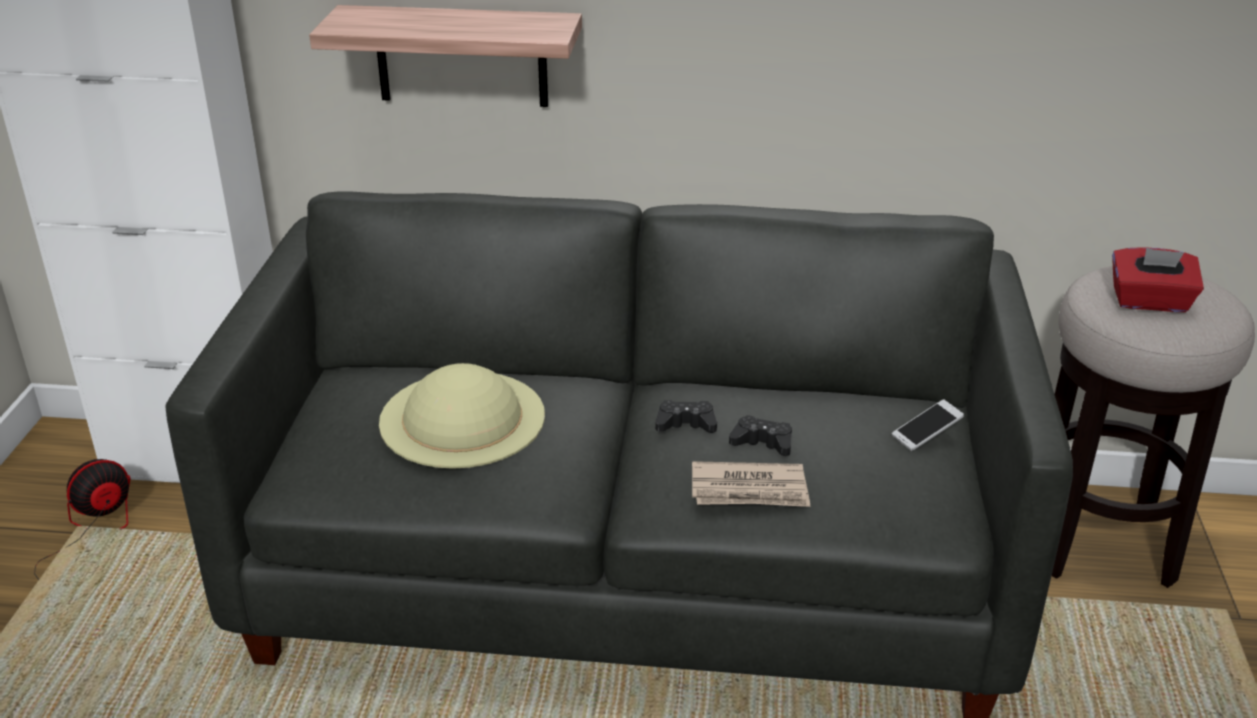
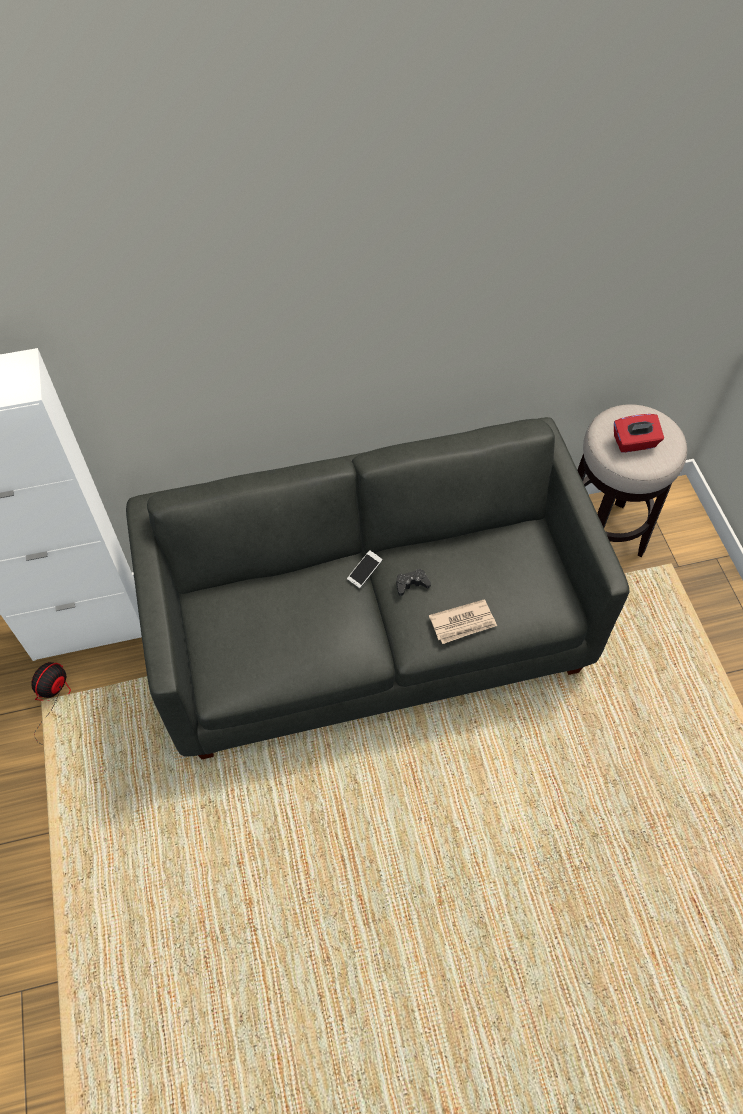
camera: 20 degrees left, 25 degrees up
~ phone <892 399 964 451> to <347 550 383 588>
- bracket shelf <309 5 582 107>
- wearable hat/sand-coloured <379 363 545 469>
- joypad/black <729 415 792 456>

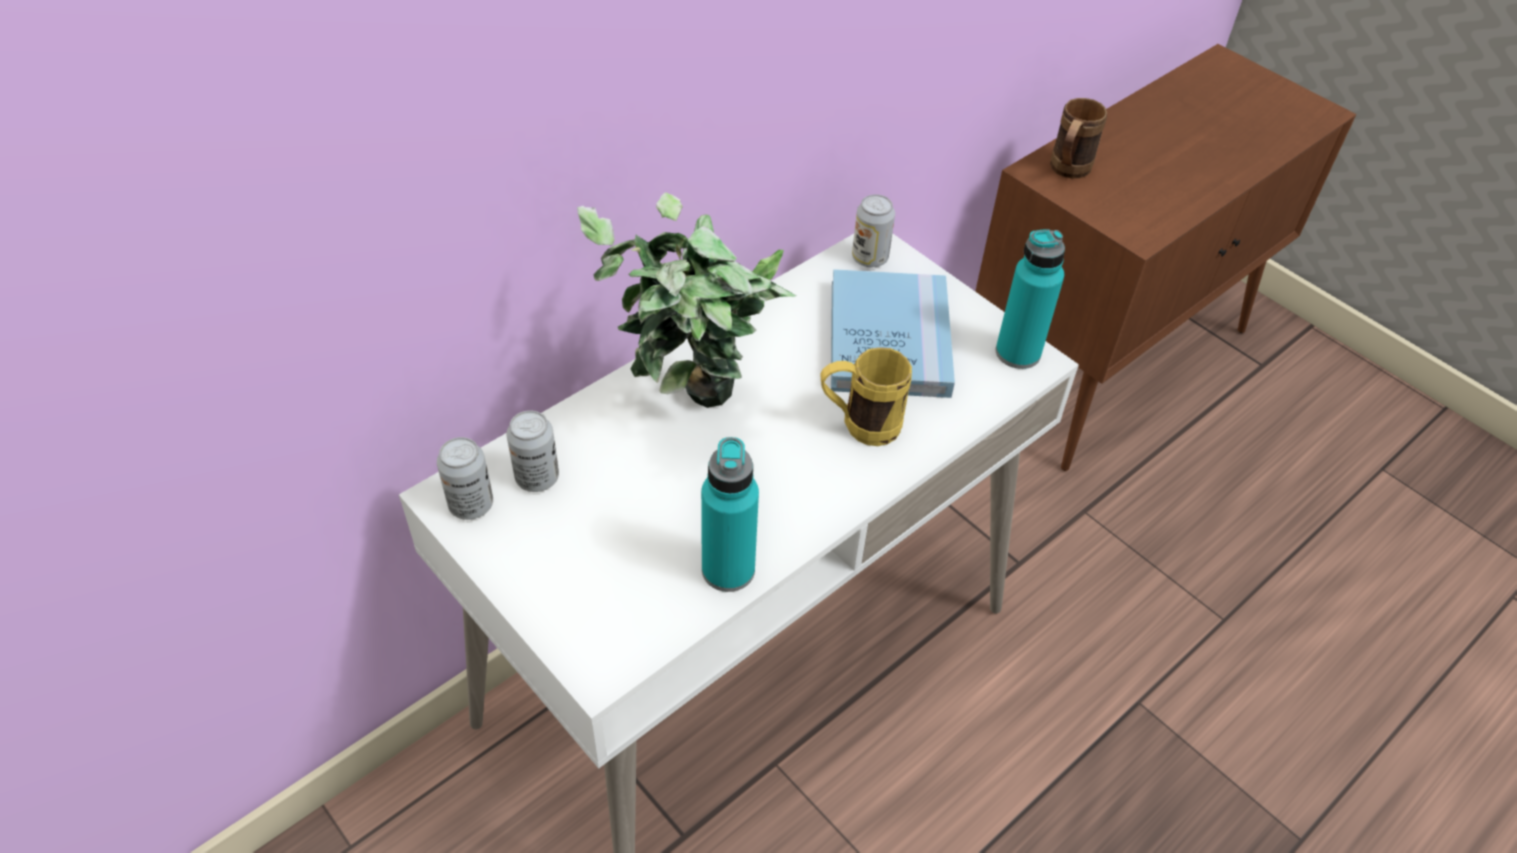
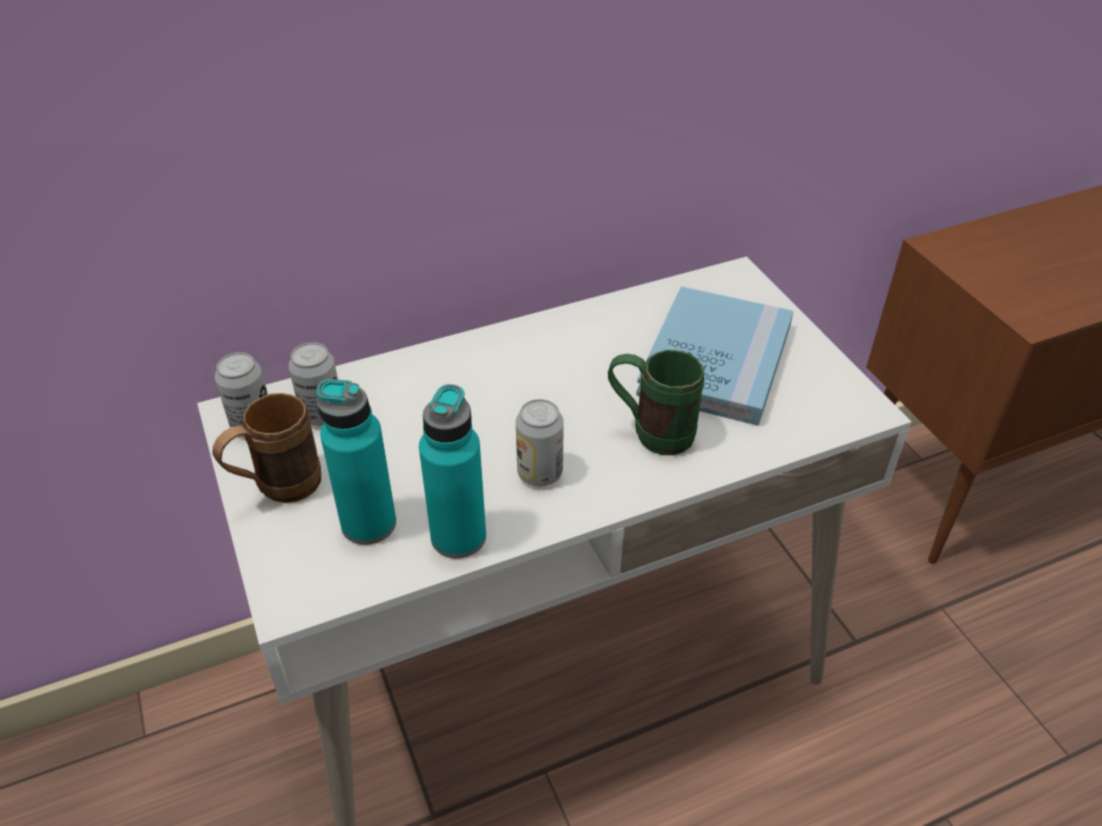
camera: 20 degrees right, 5 degrees down
~ tea mug/brown <1050 98 1107 178> to <213 393 321 503>
~ drink bottle/turquoise-coloured <996 229 1065 369> to <316 379 396 545>
~ sealed can <852 194 895 268> to <516 399 564 486>
~ tea mug/yellowish <820 347 912 446> to tea mug/green <608 350 705 455>
- plant in a pot <577 192 796 408>

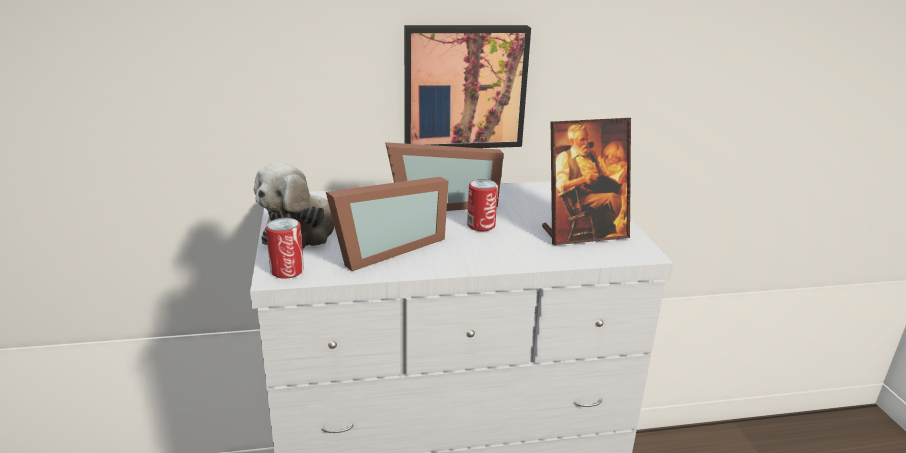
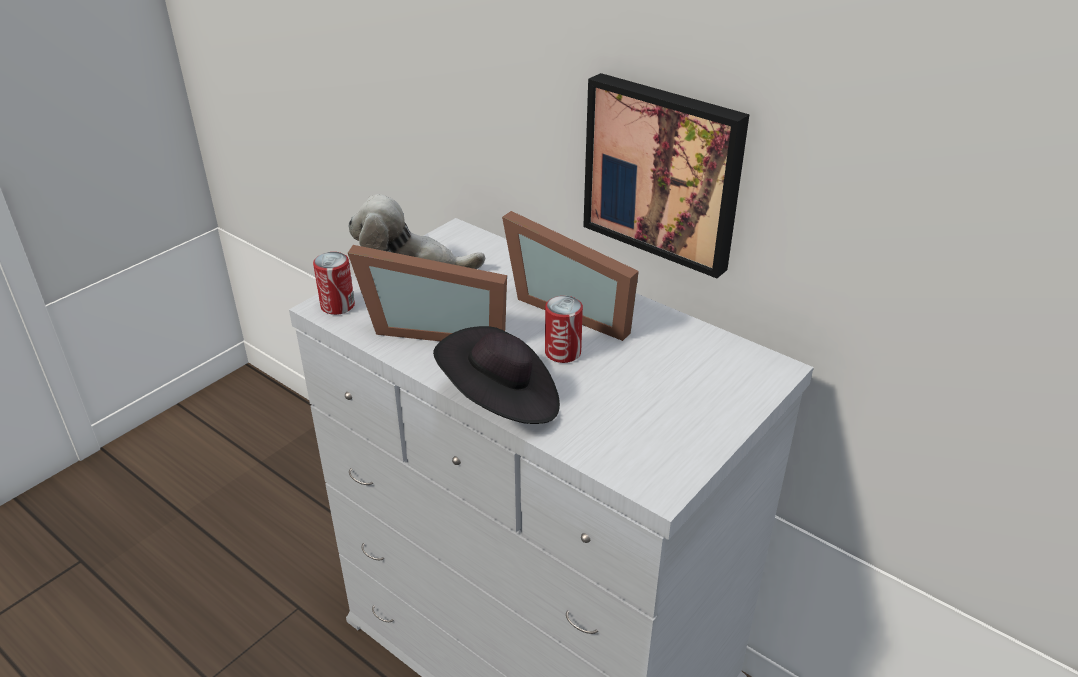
camera: 50 degrees right, 10 degrees up
+ wearable hat/black <433 326 560 424>
- standing frame <542 118 631 245>

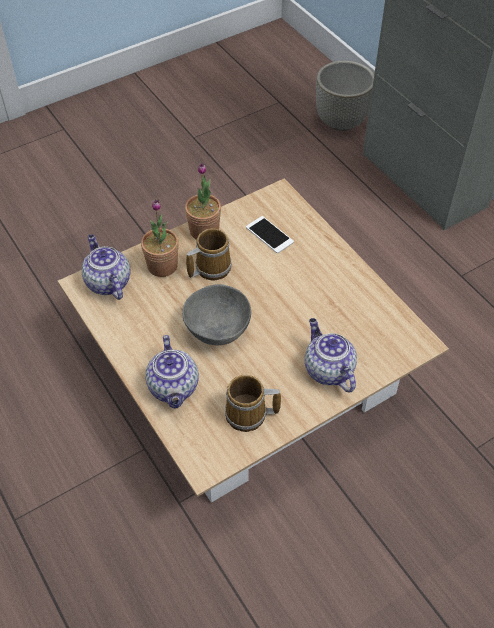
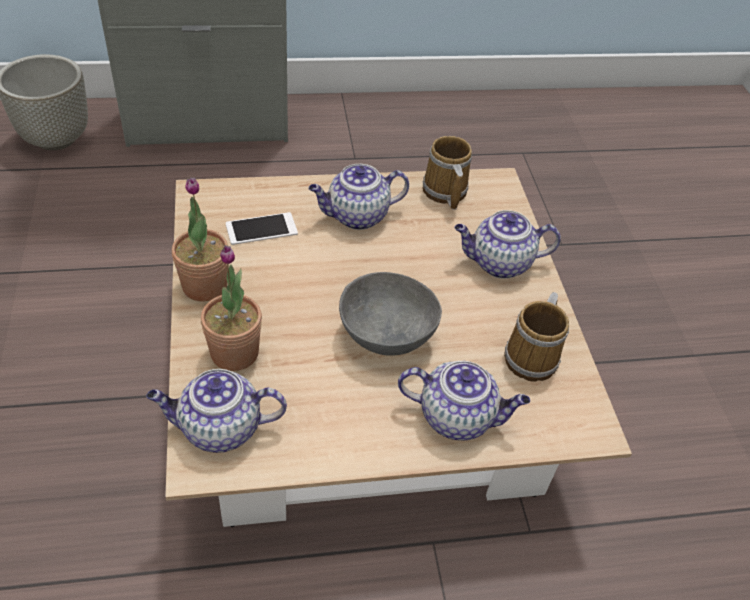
camera: 70 degrees left, 5 degrees down
+ tea pot <308 164 409 230>
~ tea mug <186 228 232 281> to <423 136 472 210>

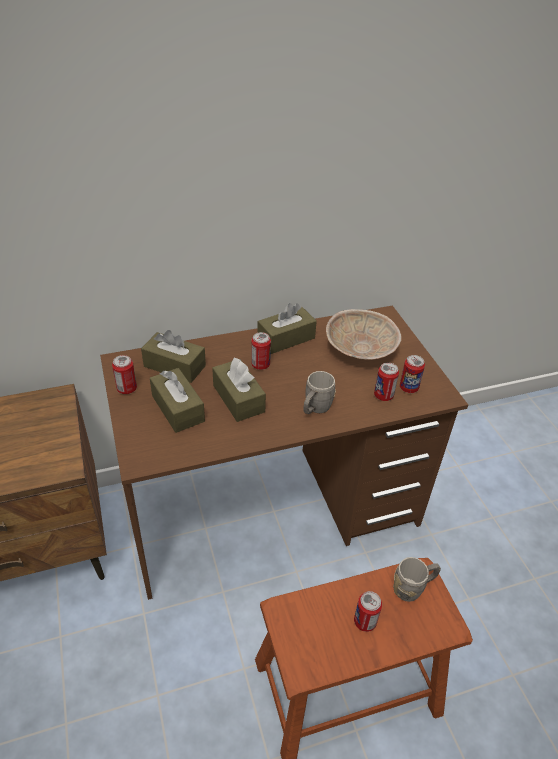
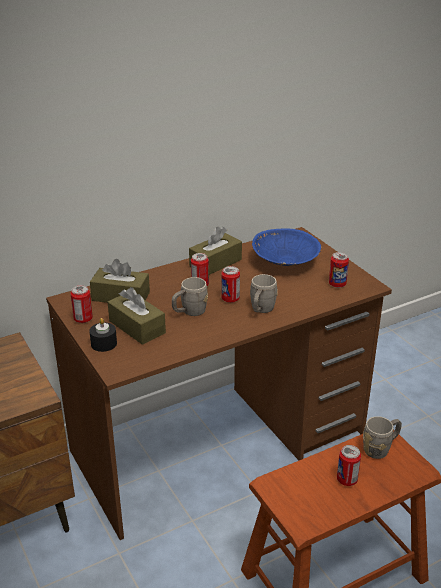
camera: 10 degrees left, 10 degrees down
+ wax candle/black <89 318 117 352>
~ box of tissues/brown <212 357 266 422> to tea mug/gray <172 277 208 316>
~ sealed can <374 363 399 401> to <221 266 240 303>
~ bowl/sand-coloured <326 309 402 360> to bowl/blue <252 228 321 266>

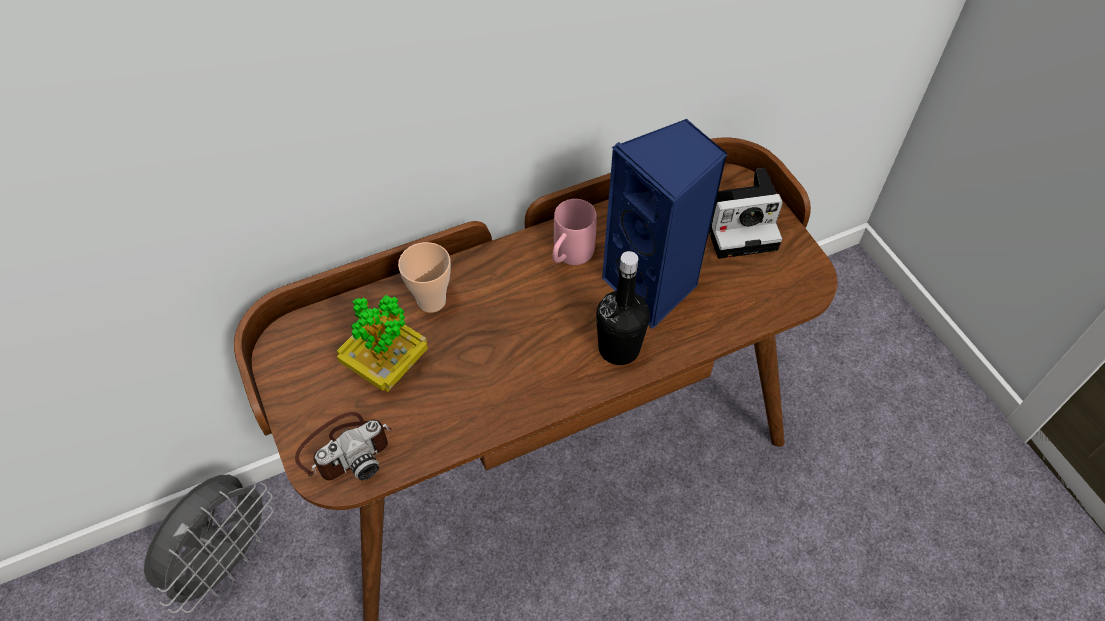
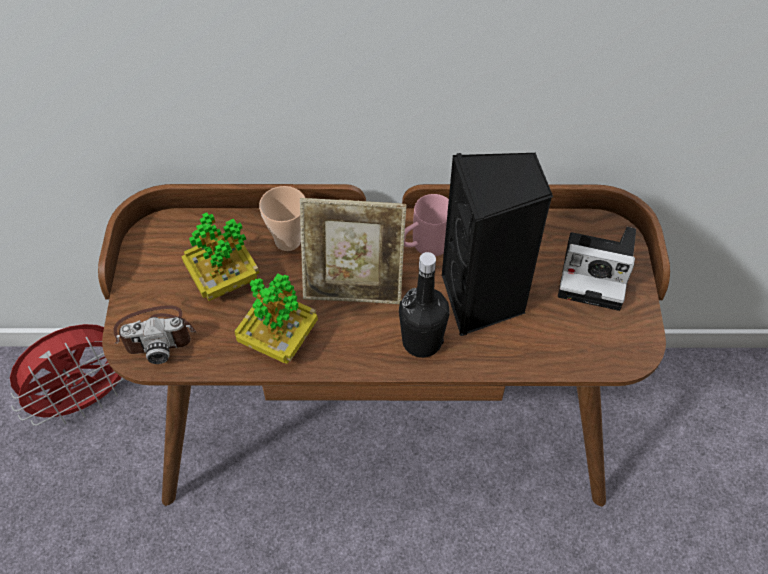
camera: 25 degrees right, 0 degrees up
~ electric fan/gray <144 475 273 613> to electric fan/reddish <10 324 124 426>
+ plant in a pot <234 274 318 364>
+ standing frame <300 198 407 304>
~ loudspeaker/blue <602 119 728 329> to loudspeaker/black <442 153 553 336>

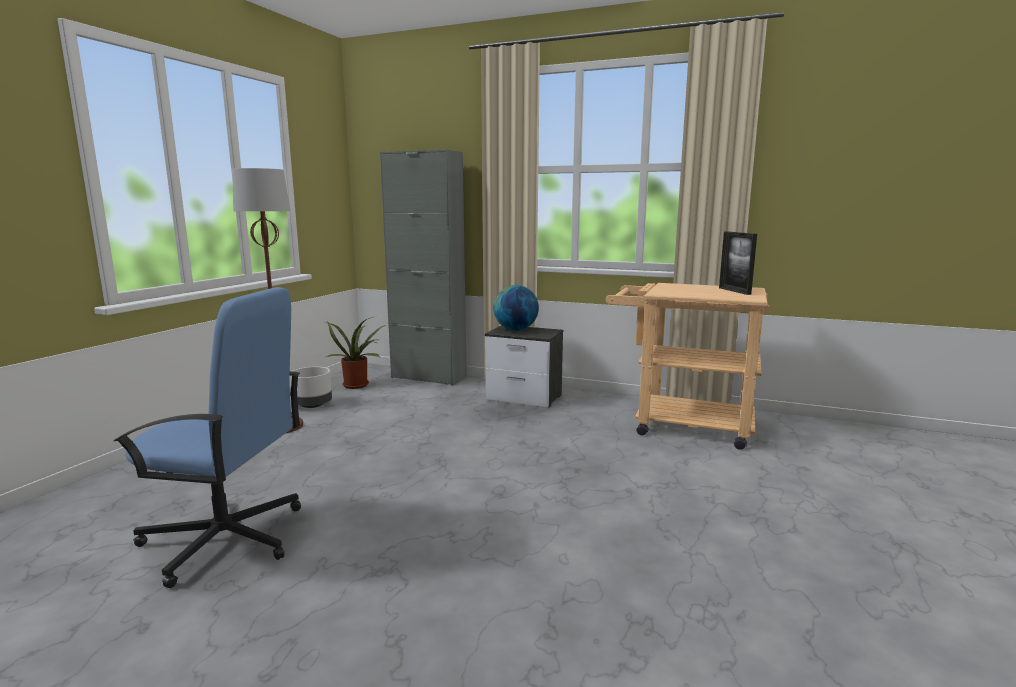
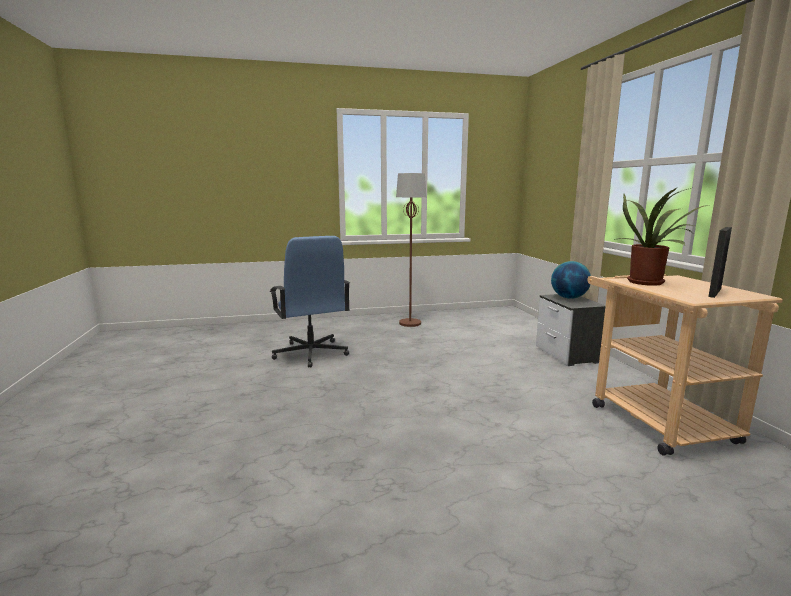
camera: 55 degrees right, 0 degrees up
~ plant in a pot <323 317 386 389> to <614 187 708 286>
- plant pot/gray <290 367 332 408>
- storage cabinet/gray <380 149 467 386>

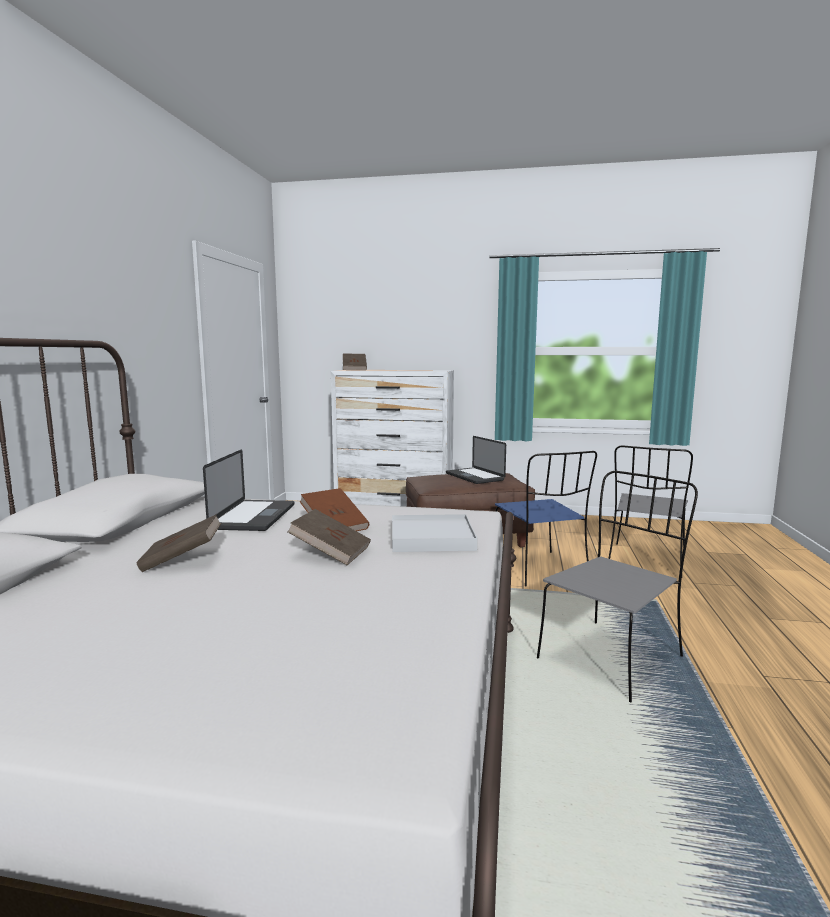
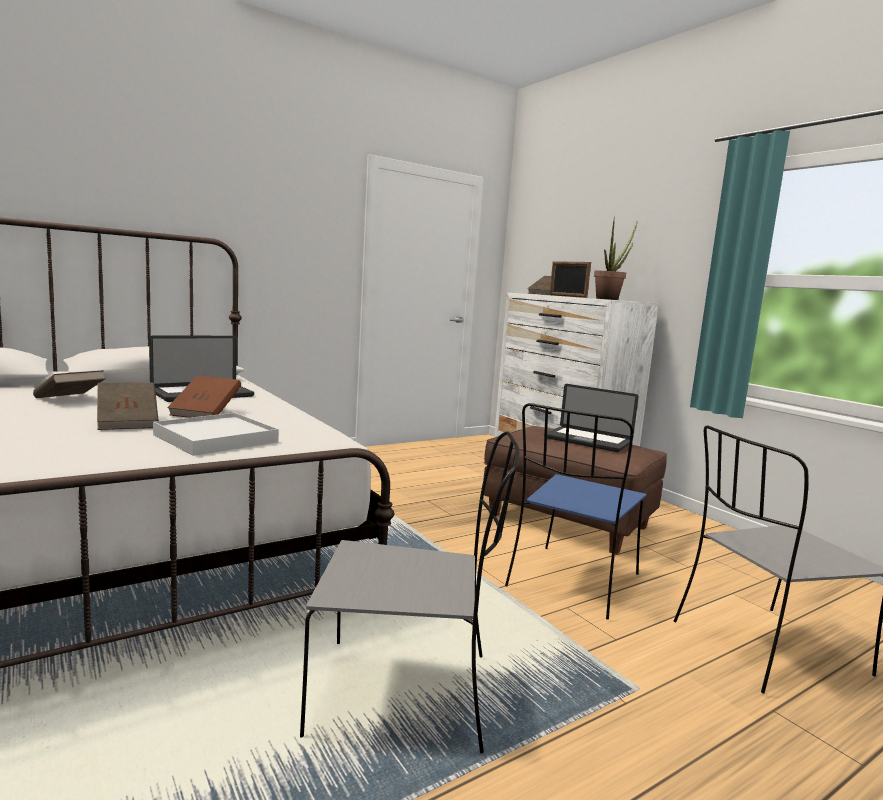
camera: 45 degrees right, 0 degrees up
~ laptop <446 436 506 484> = <547 384 639 452> 75 degrees counterclockwise
+ standing frame <549 261 591 298>
+ plant in a pot <594 217 637 300>

